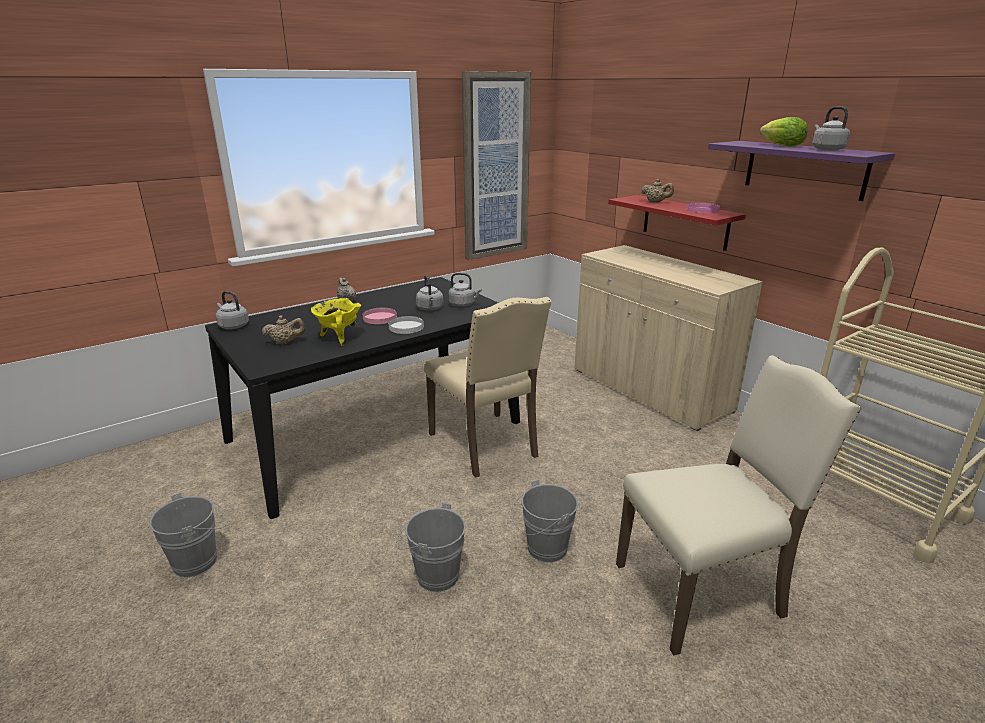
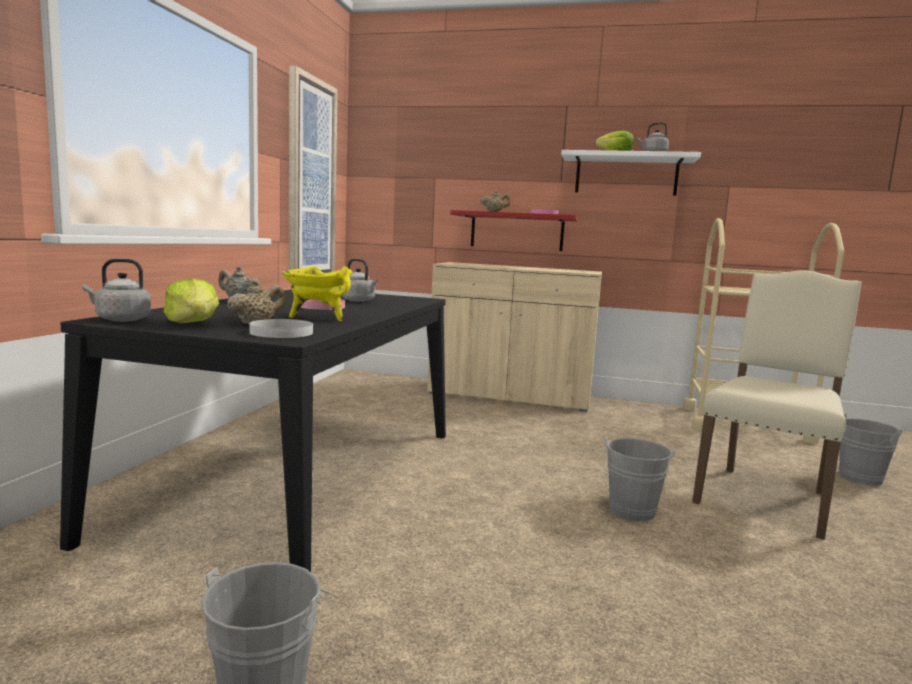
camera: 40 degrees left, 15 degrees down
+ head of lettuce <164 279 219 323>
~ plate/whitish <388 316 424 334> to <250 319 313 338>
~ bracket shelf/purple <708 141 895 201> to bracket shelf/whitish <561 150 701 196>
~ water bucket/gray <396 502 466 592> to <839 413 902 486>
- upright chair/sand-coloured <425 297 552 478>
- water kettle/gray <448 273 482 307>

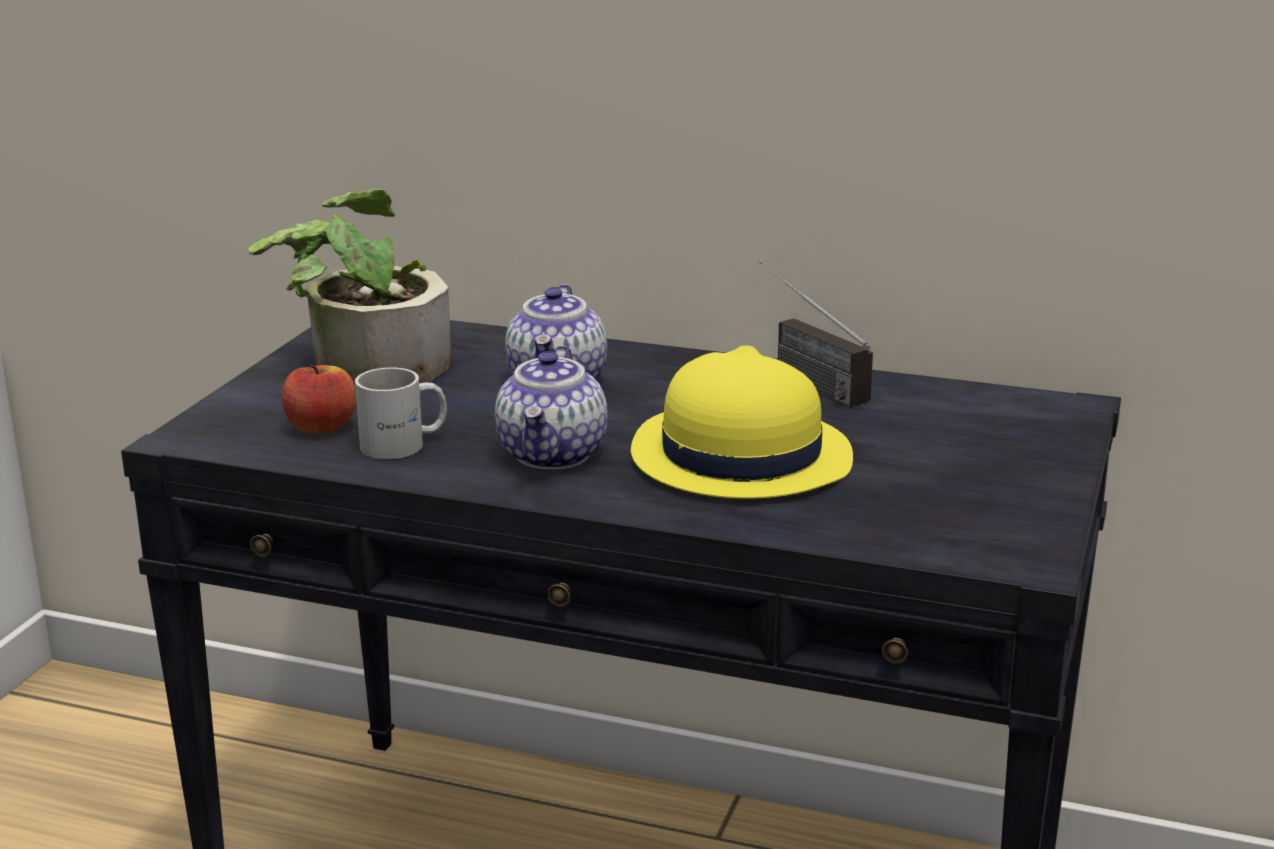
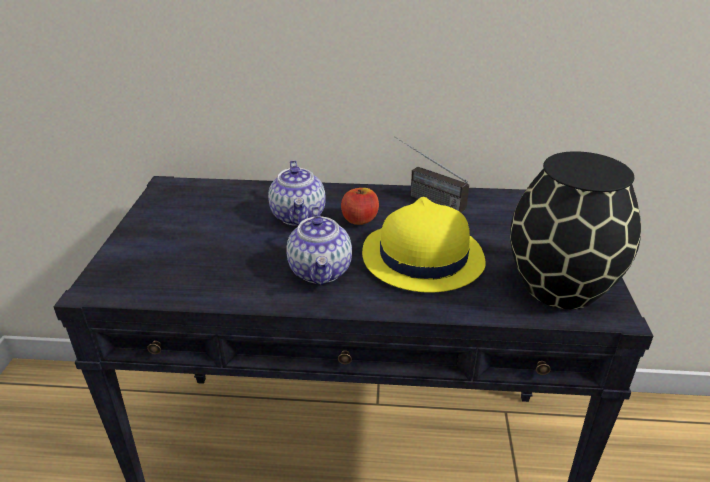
camera: 15 degrees left, 10 degrees up
~ apple fruit <282 364 356 434> to <341 188 379 225>
+ decorative vase/black <510 151 641 309>
- plant in a pot <249 189 451 385>
- tea mug/whitish <355 367 447 459>

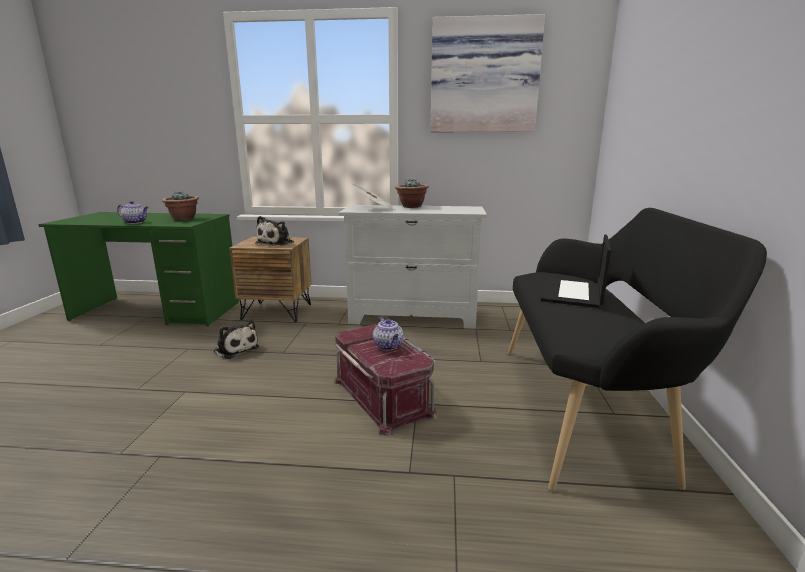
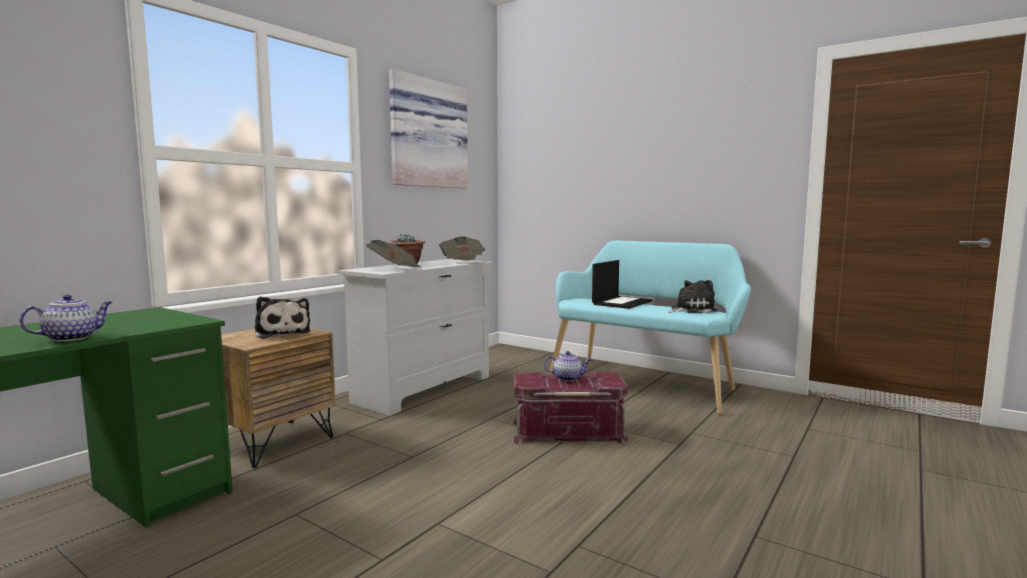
camera: 60 degrees left, 10 degrees down
+ daily paper <439 237 485 261>
~ bench/black <508 208 767 491> to bench/turquoise-coloured <549 241 751 414>
~ laptop <541 235 611 308> = <592 260 653 309> 105 degrees counterclockwise
~ soft toy <214 321 259 359> to <668 280 717 313>
- plant in a pot <162 192 199 220>

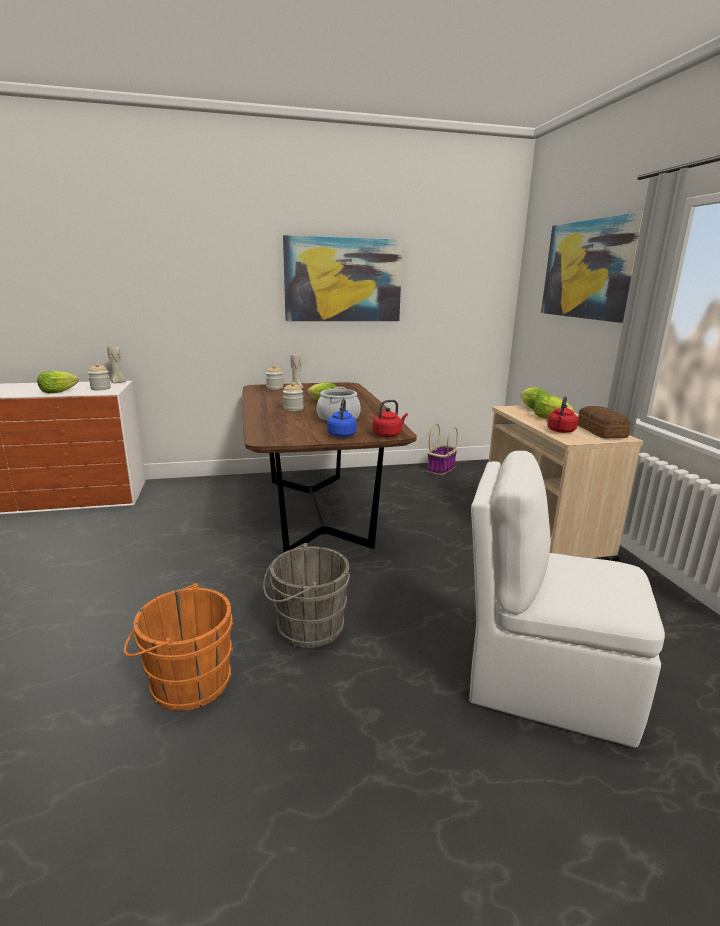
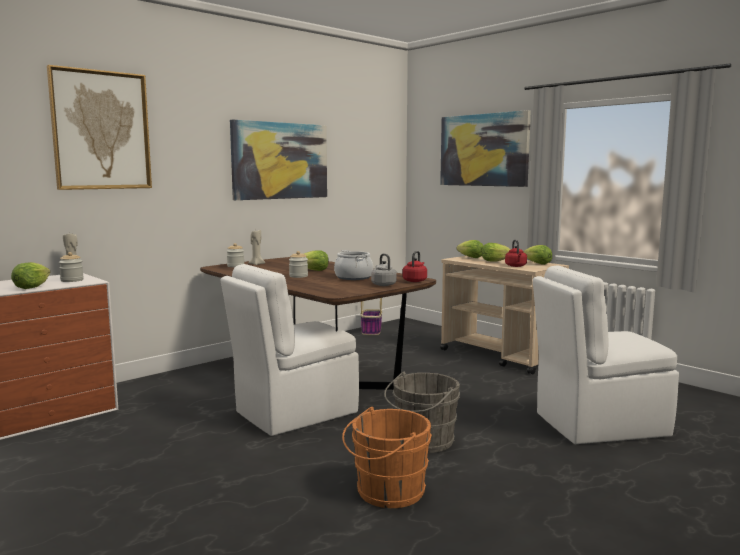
camera: 30 degrees left, 10 degrees down
+ wall picture <47 65 152 190>
+ upright chair/whitish <220 264 359 436>
~ water kettle/blue <327 399 357 437> to water kettle/gray <371 254 397 286>
~ baked bread <578 406 630 438> to head of lettuce <523 245 552 265>

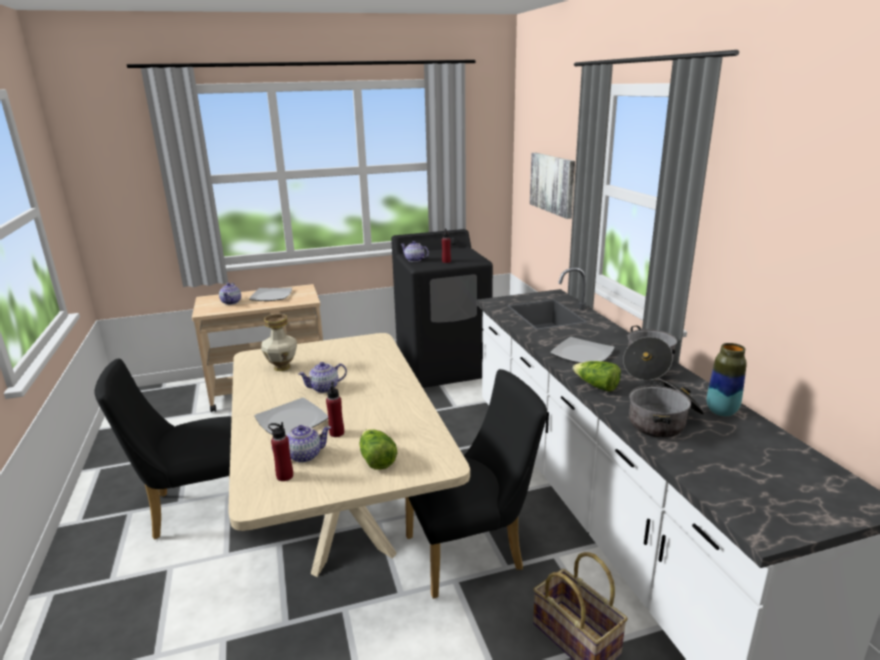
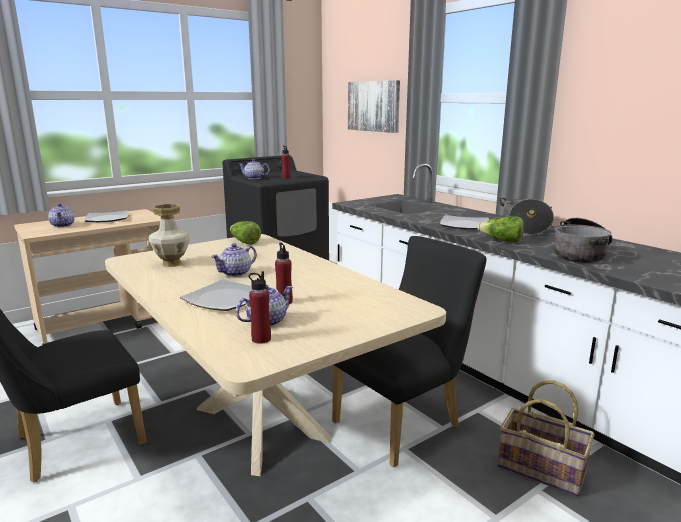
camera: 20 degrees left, 5 degrees down
~ head of lettuce <359 429 397 470> to <230 221 261 245>
- decorative vase <707 343 747 417>

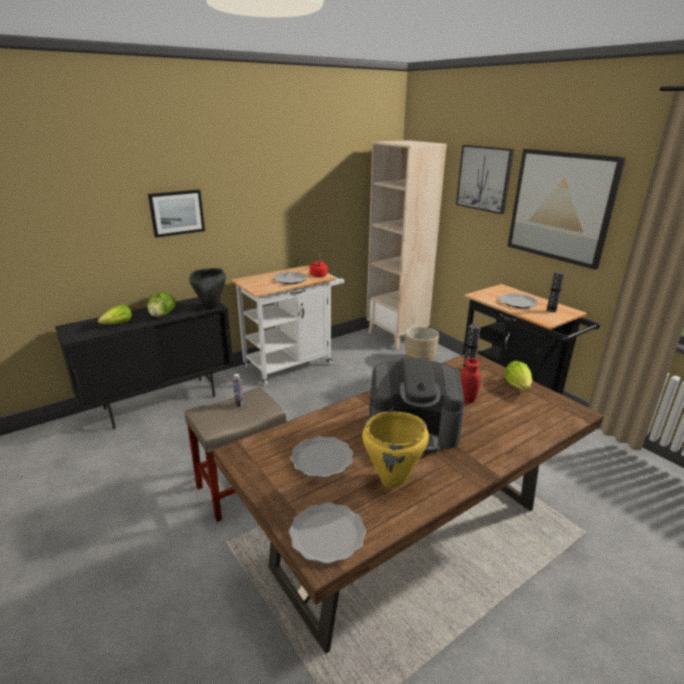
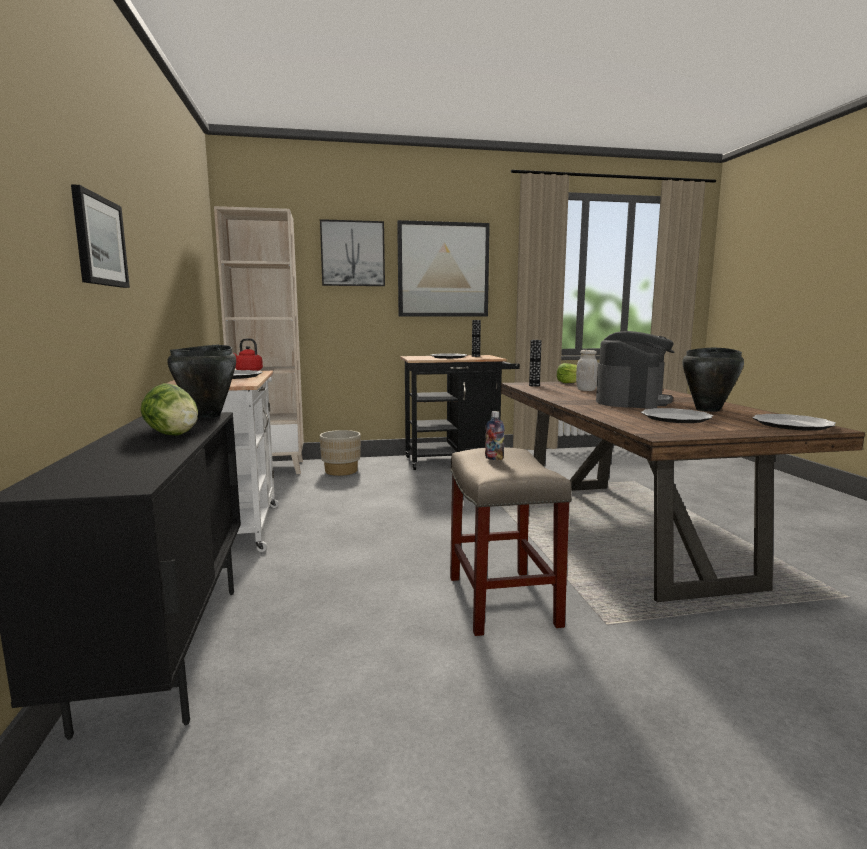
camera: 65 degrees left, 15 degrees down
~ storage jar/reddish <461 358 481 404> to storage jar/whitish <576 350 598 391>
~ stockpot/yellowish <362 411 429 488> to stockpot/black <682 347 744 412>
- head of lettuce <98 305 132 325>

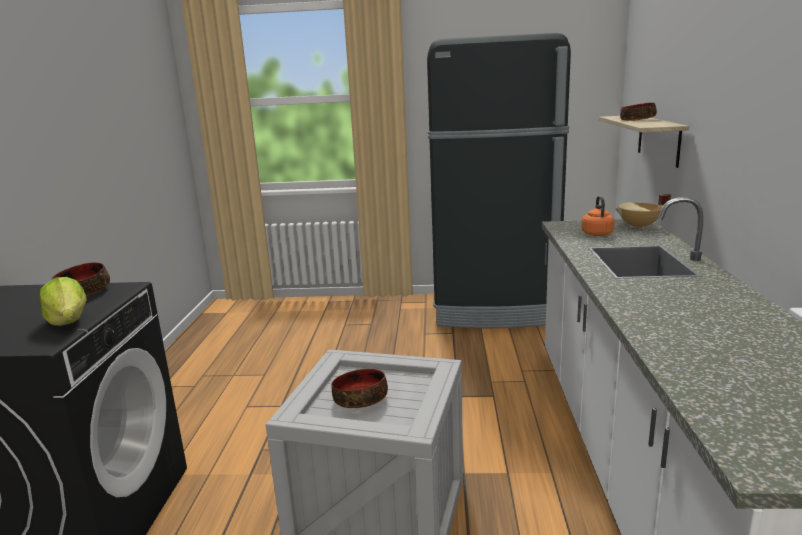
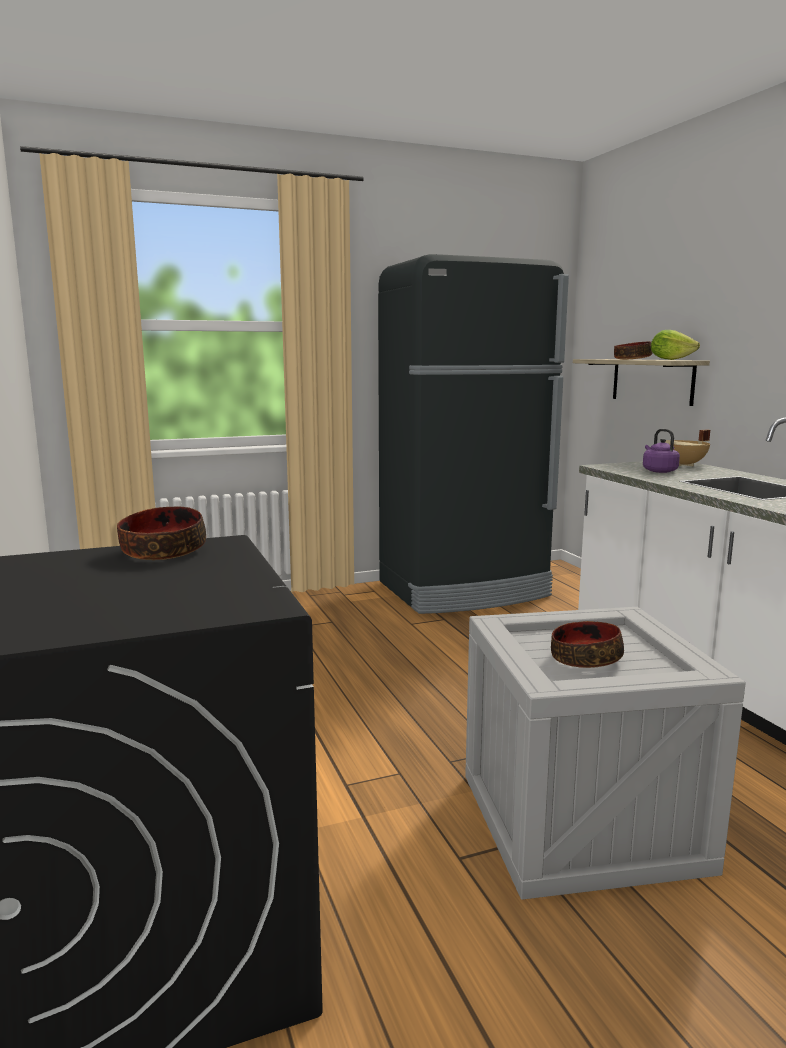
camera: 25 degrees left, 5 degrees down
~ water kettle/orangey <581 196 614 236> to water kettle/purple <643 429 680 473>
~ head of lettuce <39 277 87 326> to <651 330 700 360>

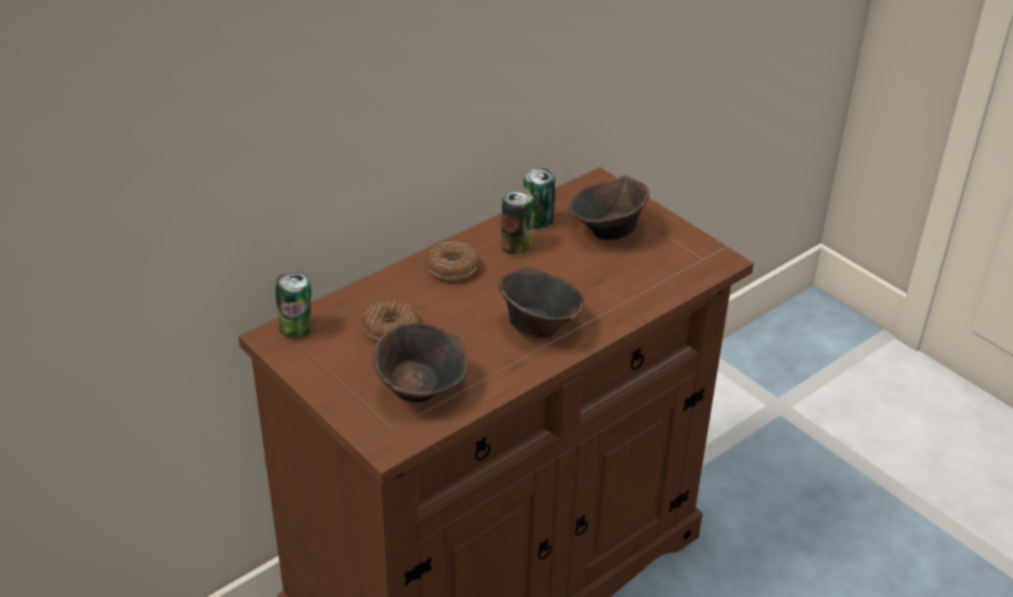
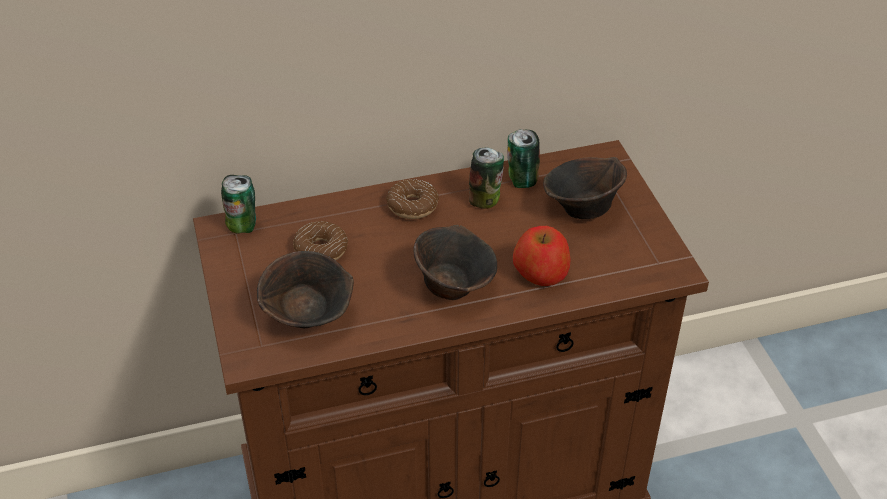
camera: 25 degrees right, 5 degrees up
+ apple fruit <513 226 570 286>

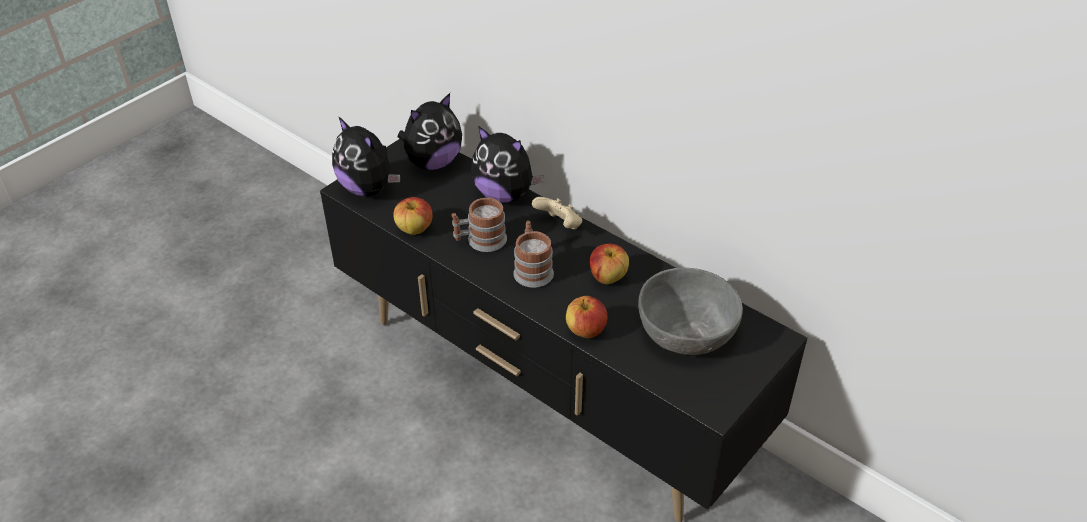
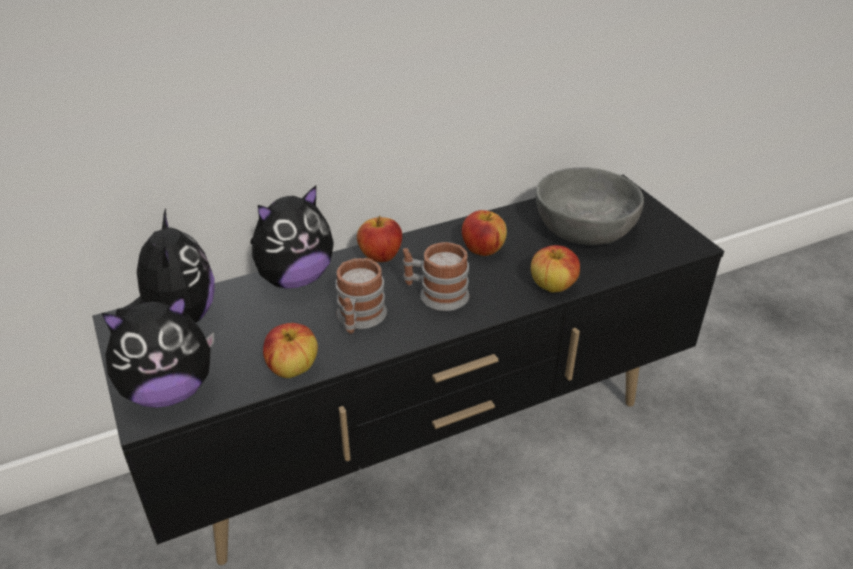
camera: 65 degrees left, 5 degrees down
~ joypad/sand-coloured <532 197 582 229> to apple fruit <357 216 402 262>

